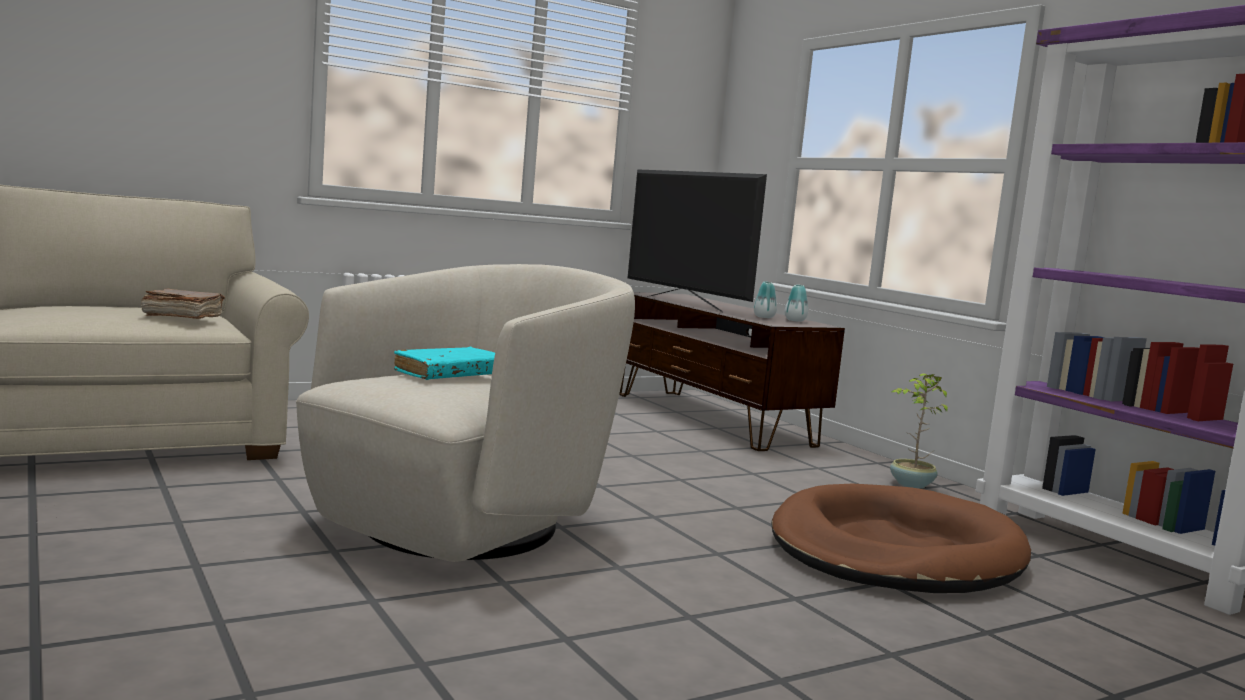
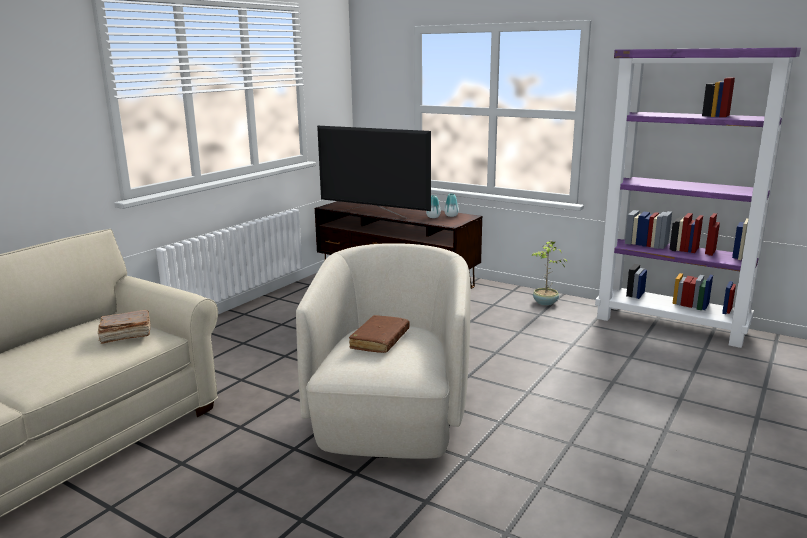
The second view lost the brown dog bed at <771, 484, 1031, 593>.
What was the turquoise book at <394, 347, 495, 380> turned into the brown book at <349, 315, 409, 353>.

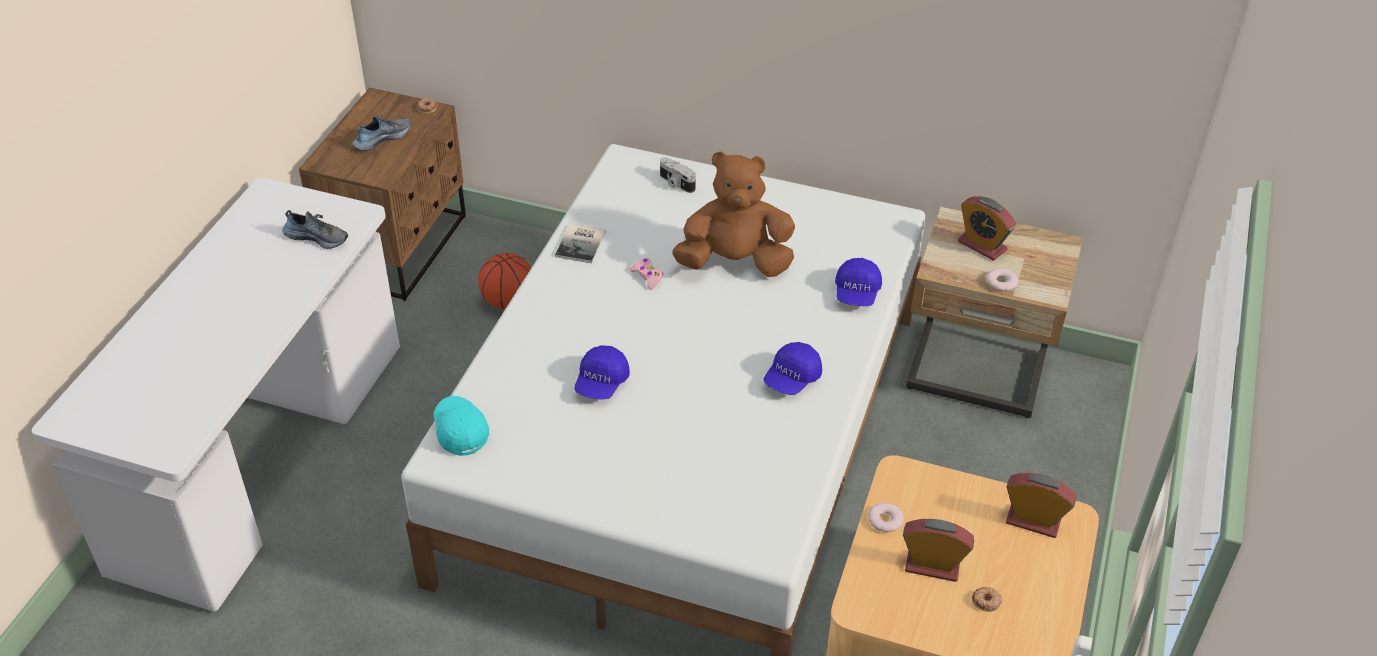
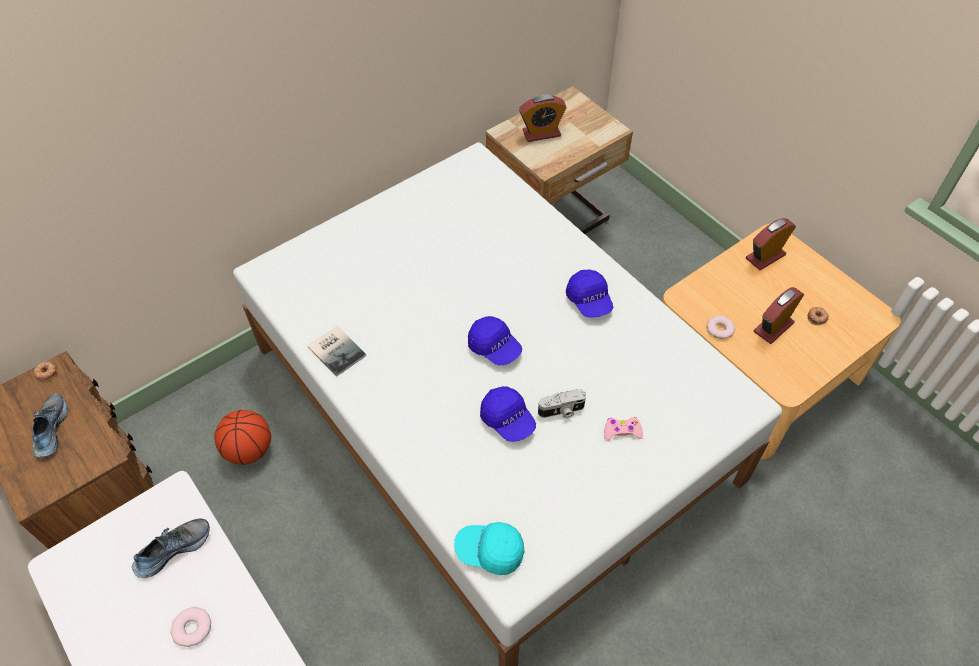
The second view lost the brown plush toy at <672, 151, 795, 277>.
The pink game controller ended up elsewhere, having gone from <630, 258, 664, 290> to <604, 417, 643, 441>.
The photo camera ended up elsewhere, having gone from <660, 157, 696, 193> to <538, 389, 586, 418>.
The blue cap ended up elsewhere, having gone from <835, 258, 882, 306> to <468, 316, 522, 366>.
The donut ended up elsewhere, having gone from <986, 268, 1018, 292> to <171, 607, 211, 647>.

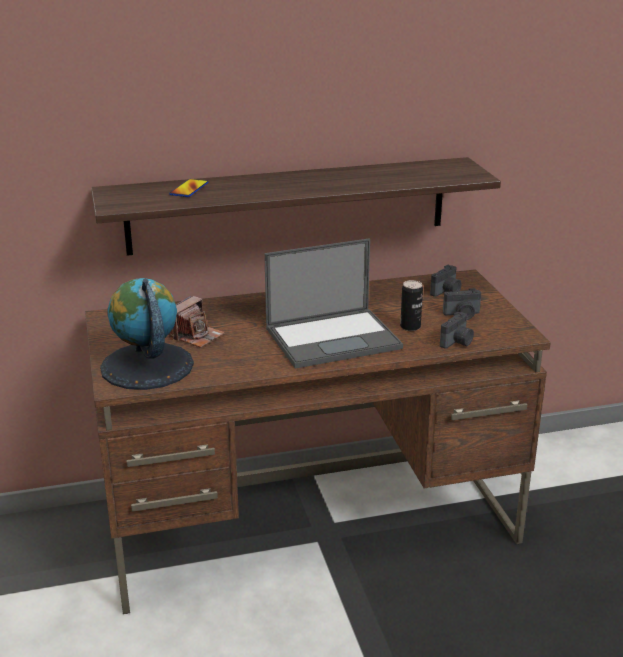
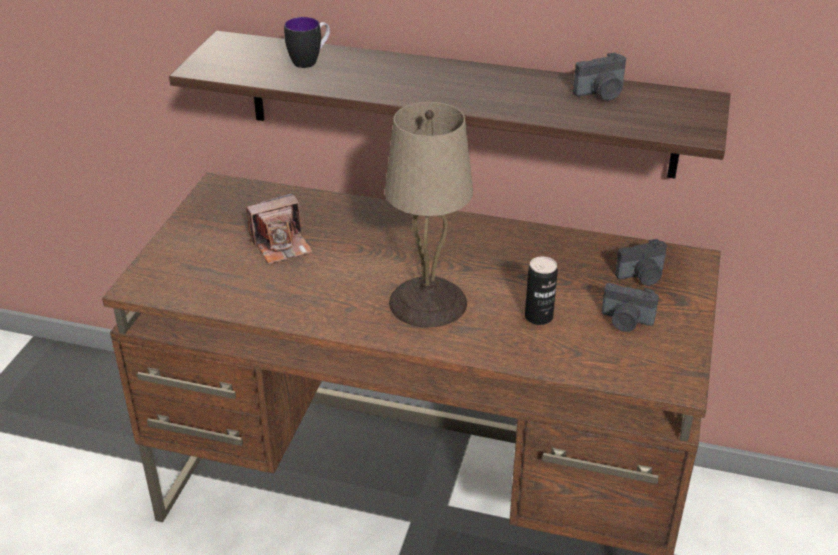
The second view lost the globe at <100, 278, 194, 390>.
The photo camera ended up elsewhere, having gone from <440, 312, 474, 349> to <573, 53, 626, 101>.
Where the phone stood at <169, 179, 208, 197>, the mug came to stand at <284, 17, 330, 68>.
Where the laptop stood at <264, 238, 403, 369>, the beige table lamp came to stand at <385, 102, 473, 328>.

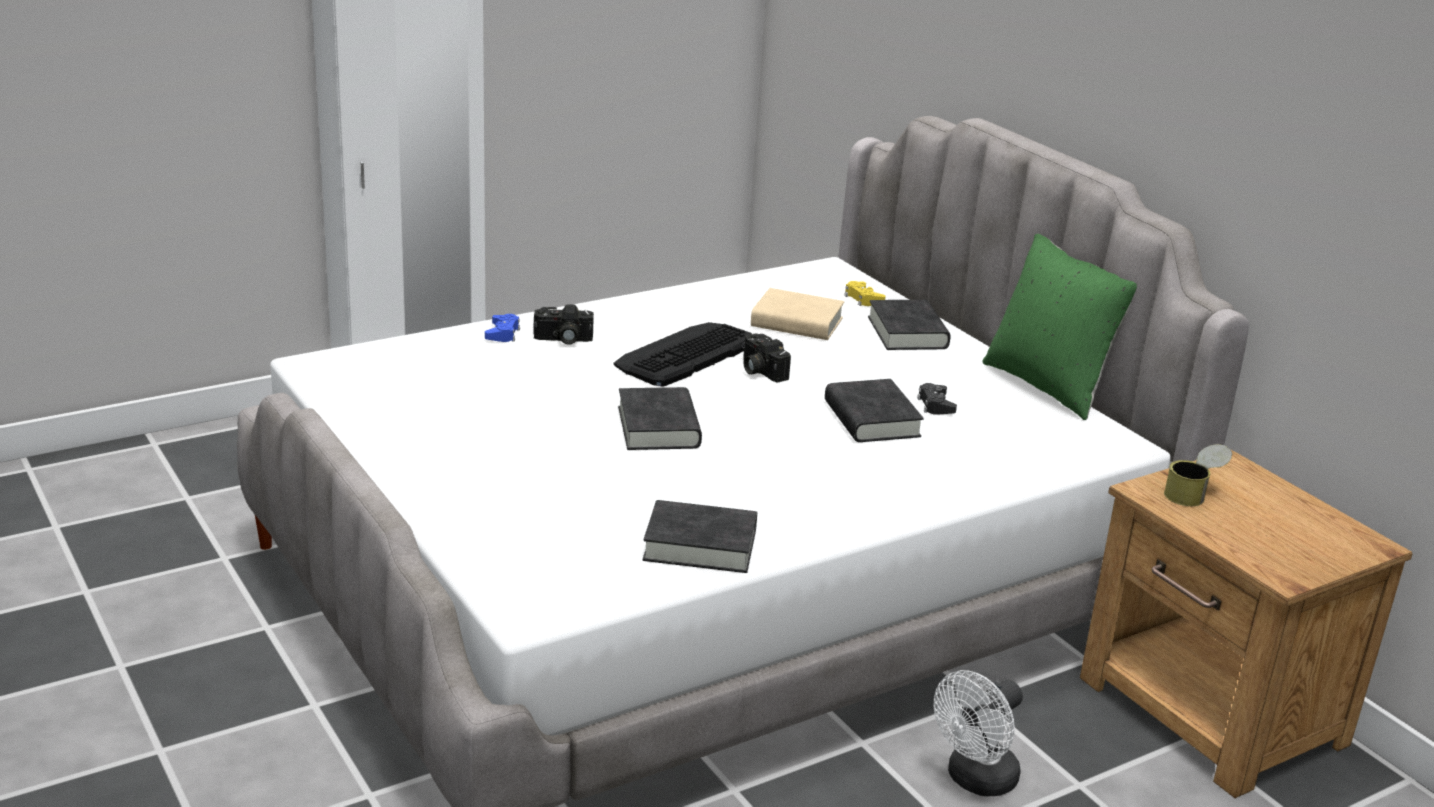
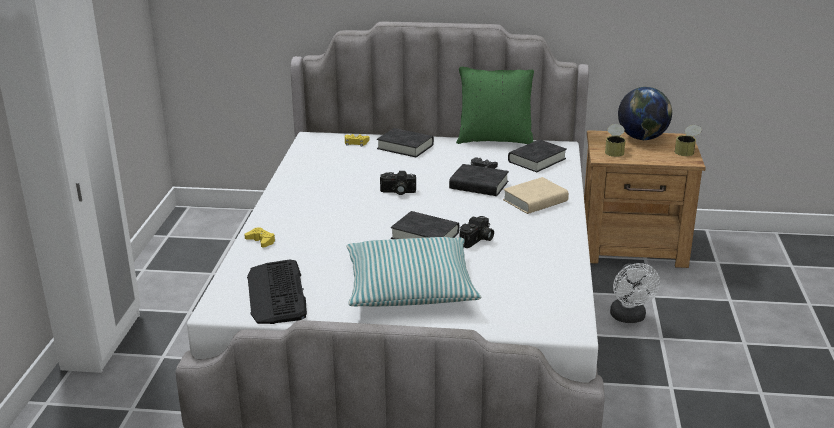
The second view gained the pillow at <346, 237, 481, 306>.
The second view gained the globe at <618, 87, 672, 140>.
The second view gained the can at <675, 125, 702, 156>.
The photo camera ended up elsewhere, having gone from <534, 304, 594, 345> to <460, 216, 494, 248>.
The keyboard ended up elsewhere, having gone from <614, 322, 752, 387> to <247, 259, 307, 324>.
The black book ended up elsewhere, having gone from <643, 500, 757, 573> to <508, 139, 567, 172>.
The beige book ended up elsewhere, having gone from <751, 288, 844, 340> to <503, 177, 569, 214>.
What was the blue game controller at <485, 314, 520, 342> turned into the yellow game controller at <244, 227, 275, 247>.

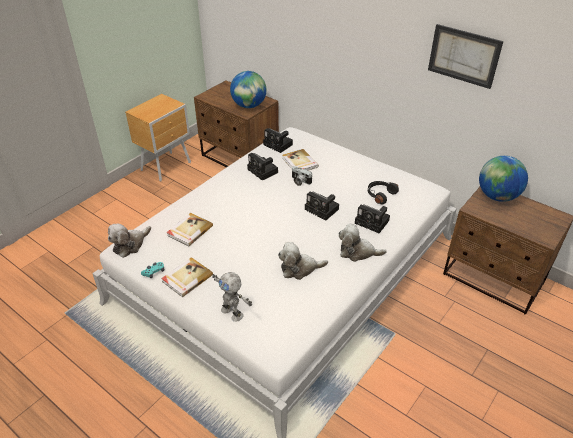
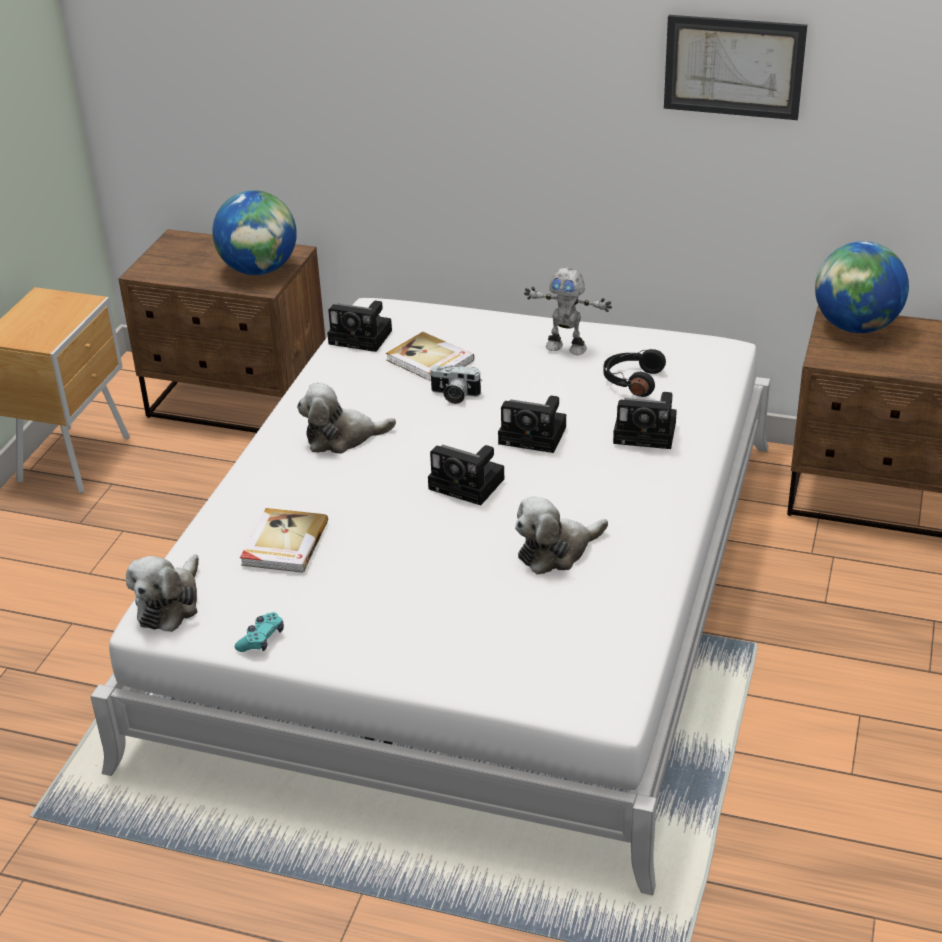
The second view lost the book at <161, 257, 213, 297>.
The toy robot ended up elsewhere, having gone from <212, 272, 252, 322> to <524, 267, 612, 355>.
The photo camera ended up elsewhere, having gone from <247, 153, 278, 181> to <428, 445, 504, 505>.
The plush toy ended up elsewhere, having gone from <339, 224, 387, 262> to <297, 382, 396, 454>.

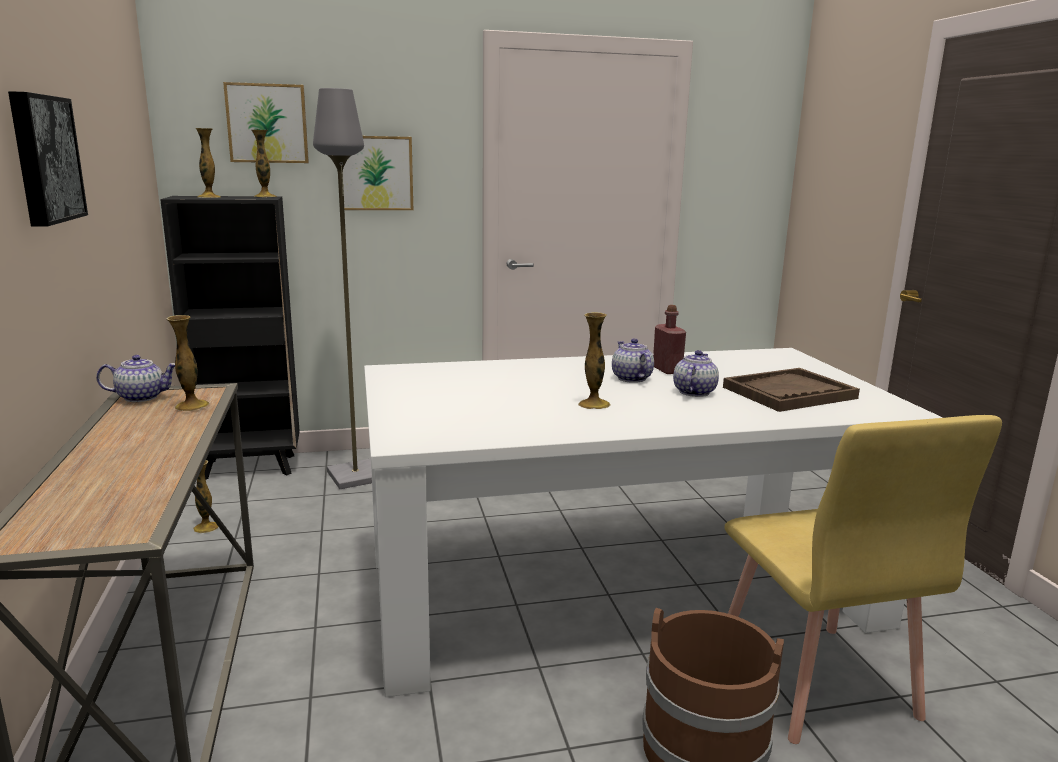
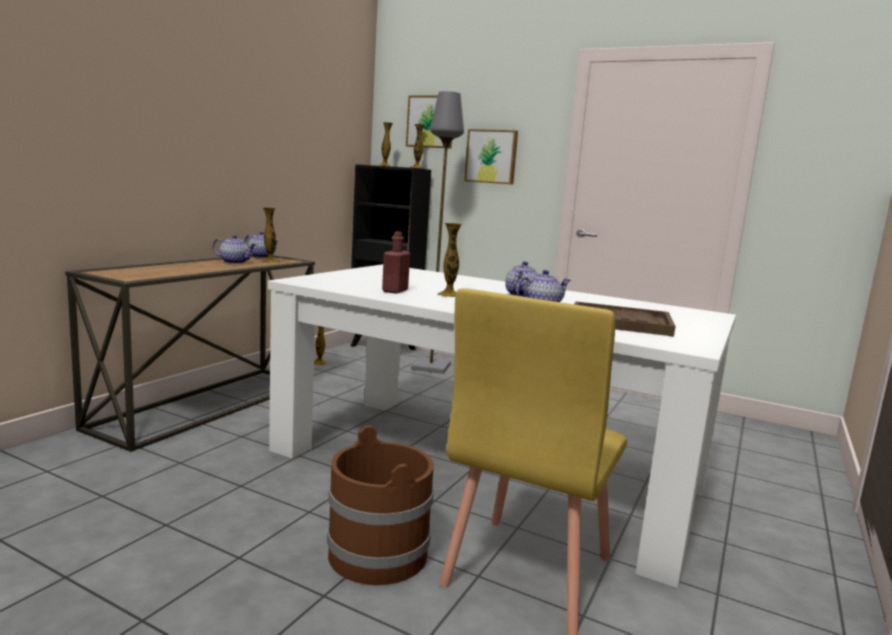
The second view lost the picture at <8, 91, 88, 226>.
The second view gained the teapot at <212, 235, 257, 264>.
The red bottle ended up elsewhere, having gone from <653, 305, 686, 374> to <382, 231, 410, 294>.

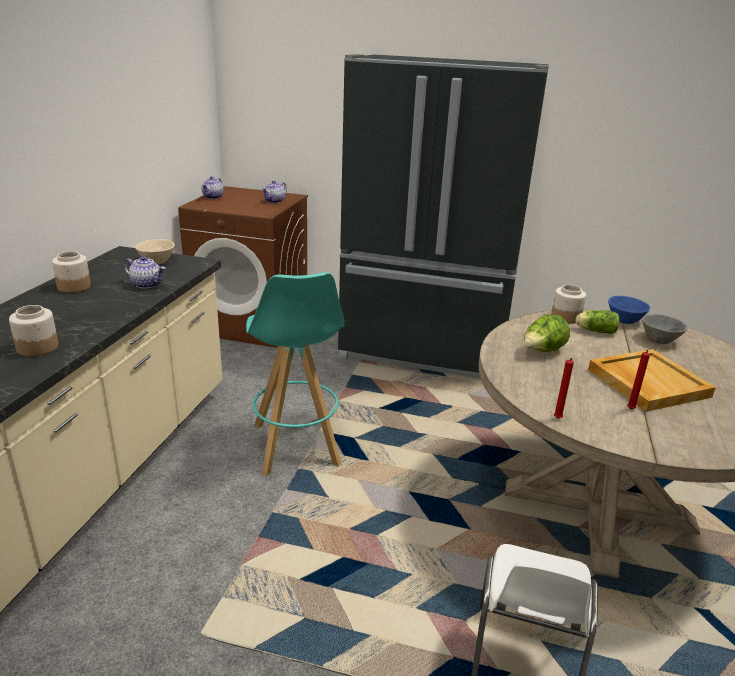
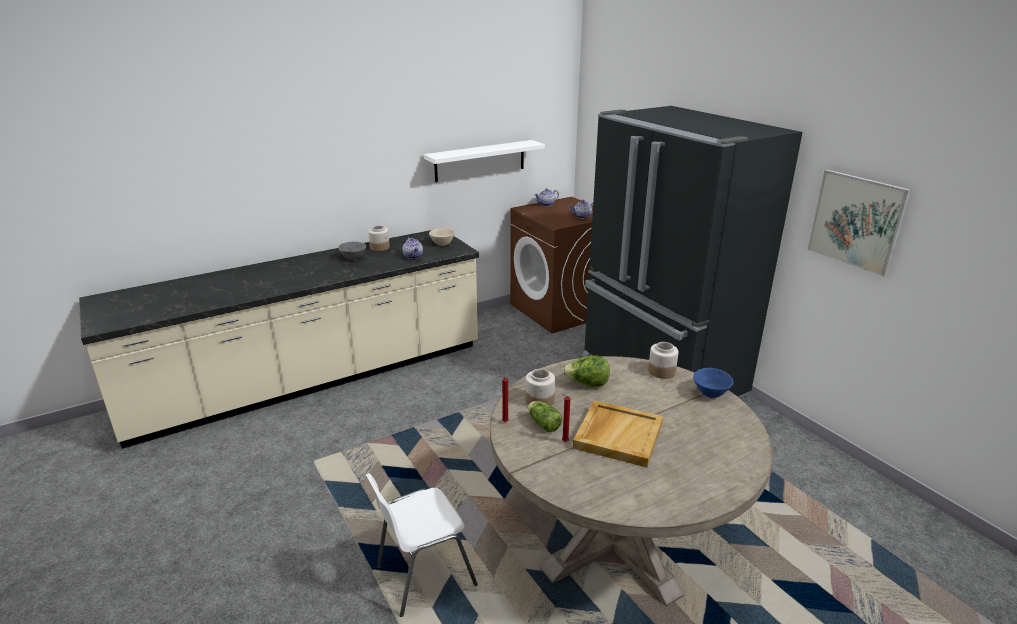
The second view lost the turquoise stool at <246, 272, 345, 477>.
The second view gained the white shelf at <424, 140, 545, 182>.
The second view gained the picture at <807, 169, 911, 277>.
The jar ended up elsewhere, having gone from <9, 305, 59, 357> to <525, 369, 555, 406>.
The lettuce ended up elsewhere, having gone from <576, 310, 620, 334> to <528, 401, 562, 432>.
The grey bowl ended up elsewhere, having gone from <642, 314, 688, 344> to <338, 242, 366, 260>.

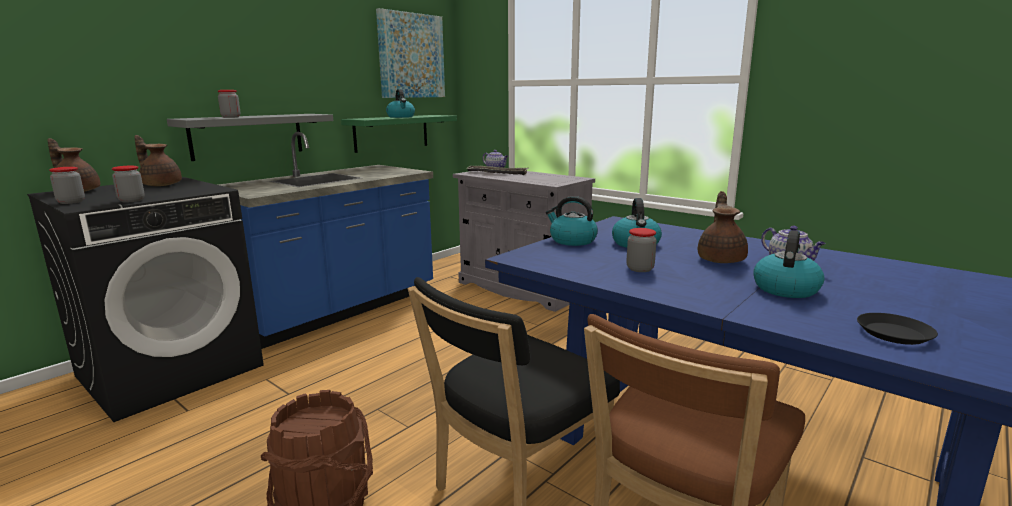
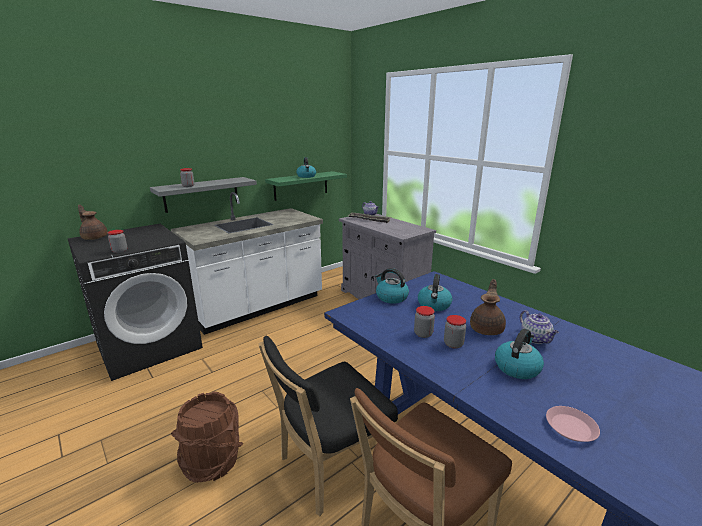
The second view lost the brown teapot at <134, 135, 182, 186>.
The second view lost the picture at <376, 8, 445, 98>.
The jar ended up elsewhere, having gone from <49, 167, 85, 204> to <444, 315, 466, 349>.
What was the blue counter at <218, 132, 433, 349> turned into the white counter at <171, 192, 323, 335>.
What was the black plate at <857, 313, 938, 345> turned into the pink plate at <546, 406, 600, 442>.

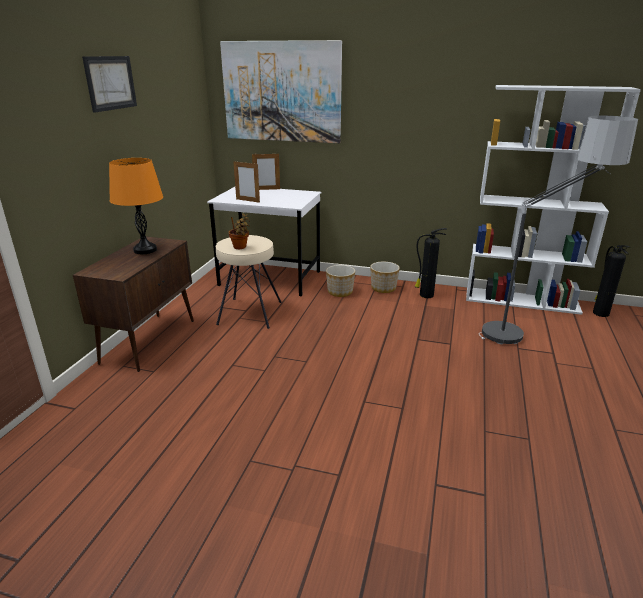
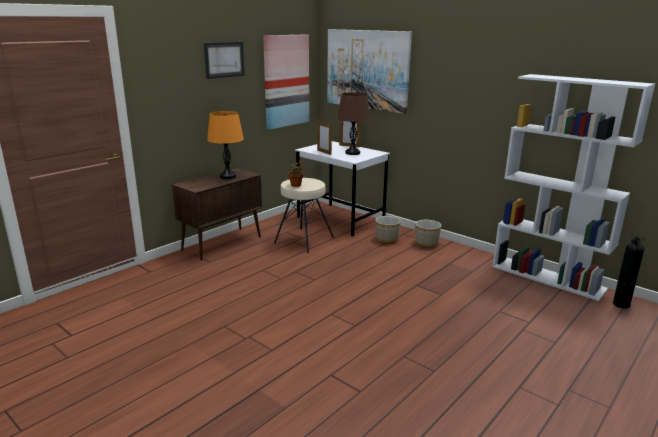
The second view lost the fire extinguisher at <415, 228, 447, 298>.
The second view lost the floor lamp at <479, 116, 638, 344>.
The second view gained the picture at <263, 34, 309, 130>.
The second view gained the brown table lamp at <337, 92, 370, 155>.

